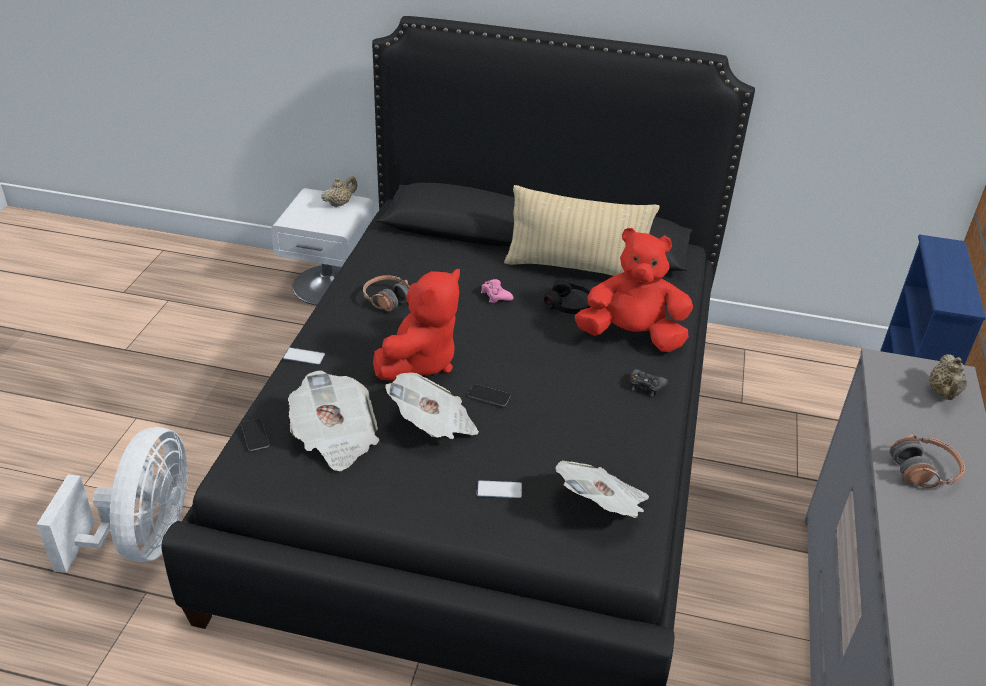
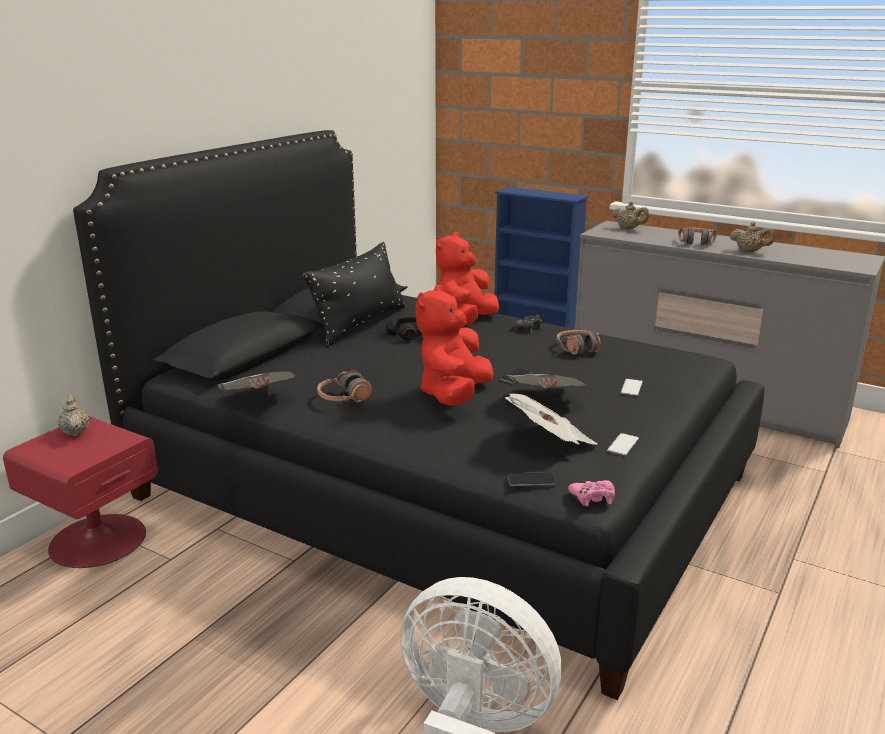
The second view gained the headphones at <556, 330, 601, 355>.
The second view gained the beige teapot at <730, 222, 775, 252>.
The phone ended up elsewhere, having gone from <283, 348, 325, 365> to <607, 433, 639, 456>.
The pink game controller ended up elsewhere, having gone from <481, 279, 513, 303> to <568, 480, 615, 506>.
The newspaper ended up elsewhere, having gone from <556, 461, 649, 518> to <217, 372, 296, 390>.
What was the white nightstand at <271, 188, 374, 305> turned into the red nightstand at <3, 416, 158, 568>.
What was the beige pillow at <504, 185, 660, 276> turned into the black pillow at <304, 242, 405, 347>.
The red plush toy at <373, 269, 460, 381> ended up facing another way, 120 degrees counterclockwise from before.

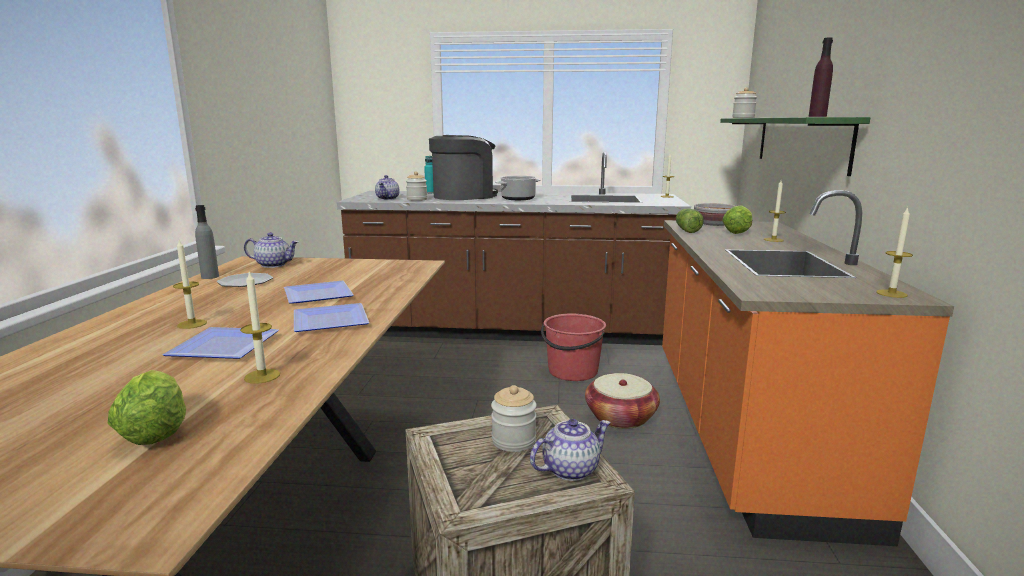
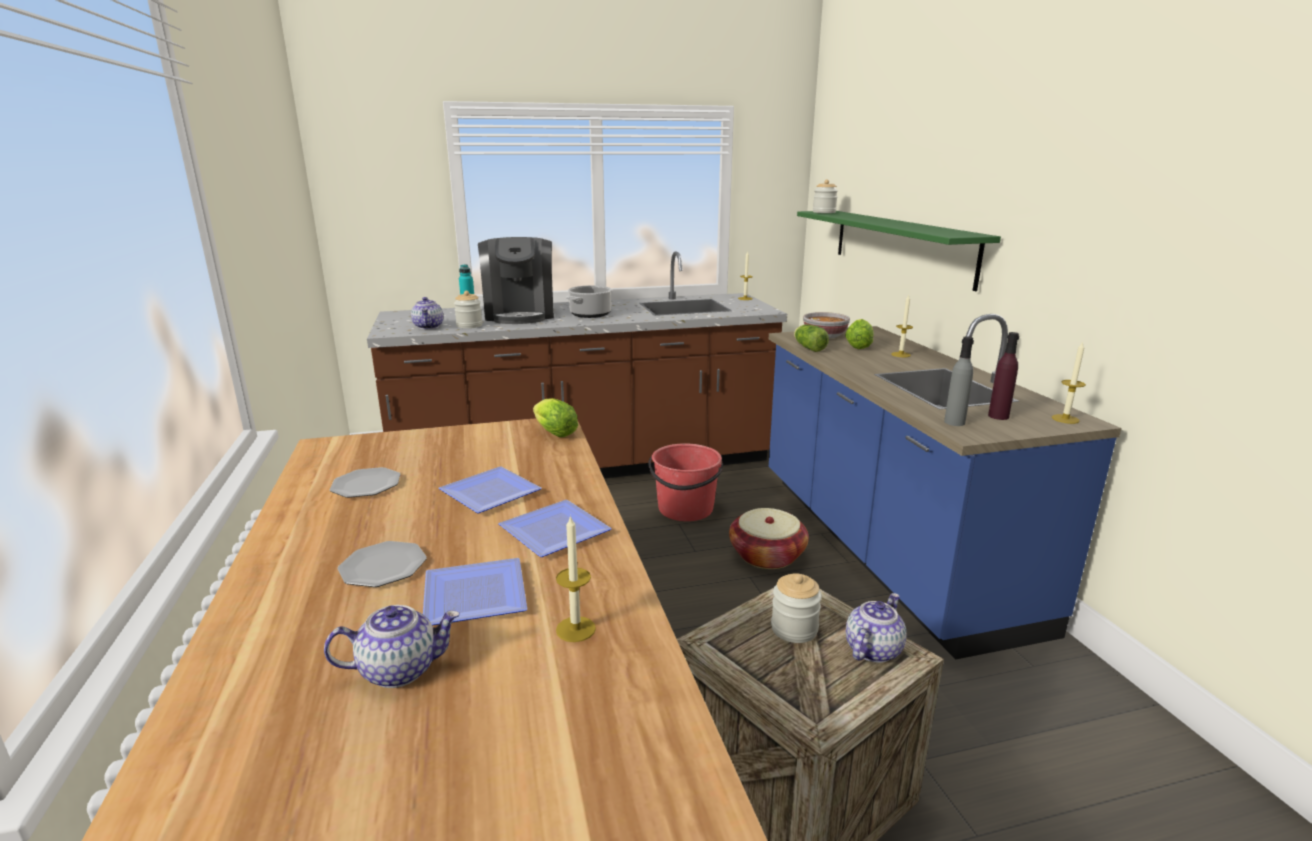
The lettuce ended up elsewhere, having gone from <108, 370, 186, 445> to <533, 398, 578, 437>.
The grey bottle ended up elsewhere, having gone from <195, 205, 219, 279> to <944, 336, 974, 426>.
The teapot ended up elsewhere, having gone from <244, 232, 299, 268> to <324, 605, 460, 688>.
The purple bottle ended up elsewhere, having gone from <809, 37, 833, 117> to <988, 332, 1019, 420>.
Where the candle stood at <173, 240, 207, 329>, the plate came to stand at <337, 541, 427, 587>.
What was the orange counter at <662, 190, 954, 546> turned into the blue counter at <769, 314, 1122, 659>.
The coffee machine at <429, 135, 498, 200> ended up facing another way, 135 degrees clockwise from before.

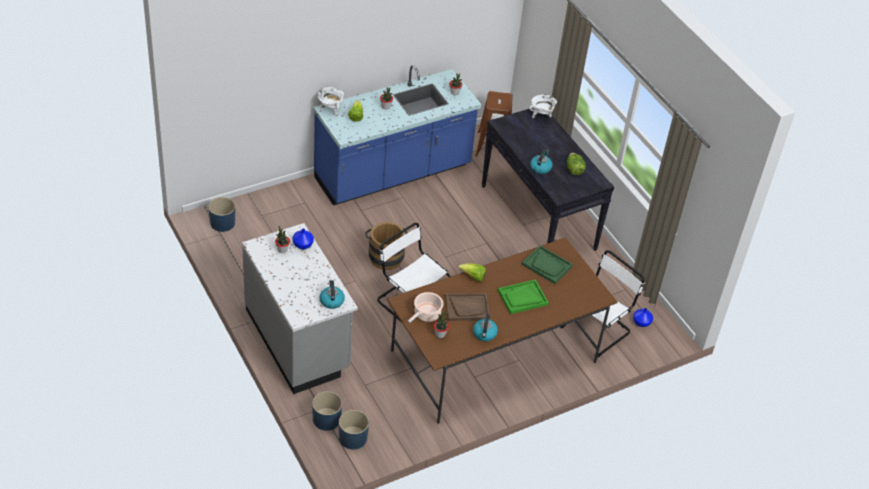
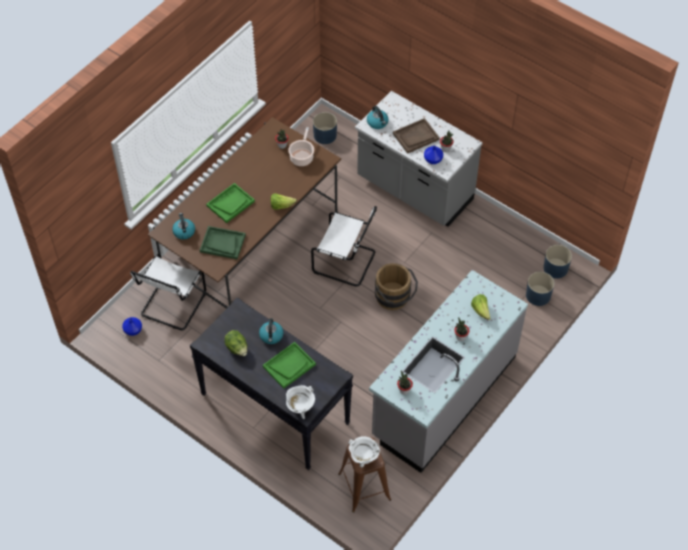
The second view gained the green tray at <263, 342, 316, 389>.
The blue planter ended up elsewhere, having gone from <312, 391, 342, 431> to <526, 272, 554, 306>.
The white cooking pot ended up elsewhere, having gone from <317, 87, 344, 116> to <349, 436, 380, 468>.
The brown tray ended up elsewhere, having gone from <445, 293, 490, 321> to <393, 118, 440, 154>.
The kettle ended up elsewhere, having gone from <473, 314, 498, 341> to <172, 213, 195, 240>.
What was the blue counter at <314, 65, 481, 206> turned into the grey counter at <369, 270, 528, 473>.

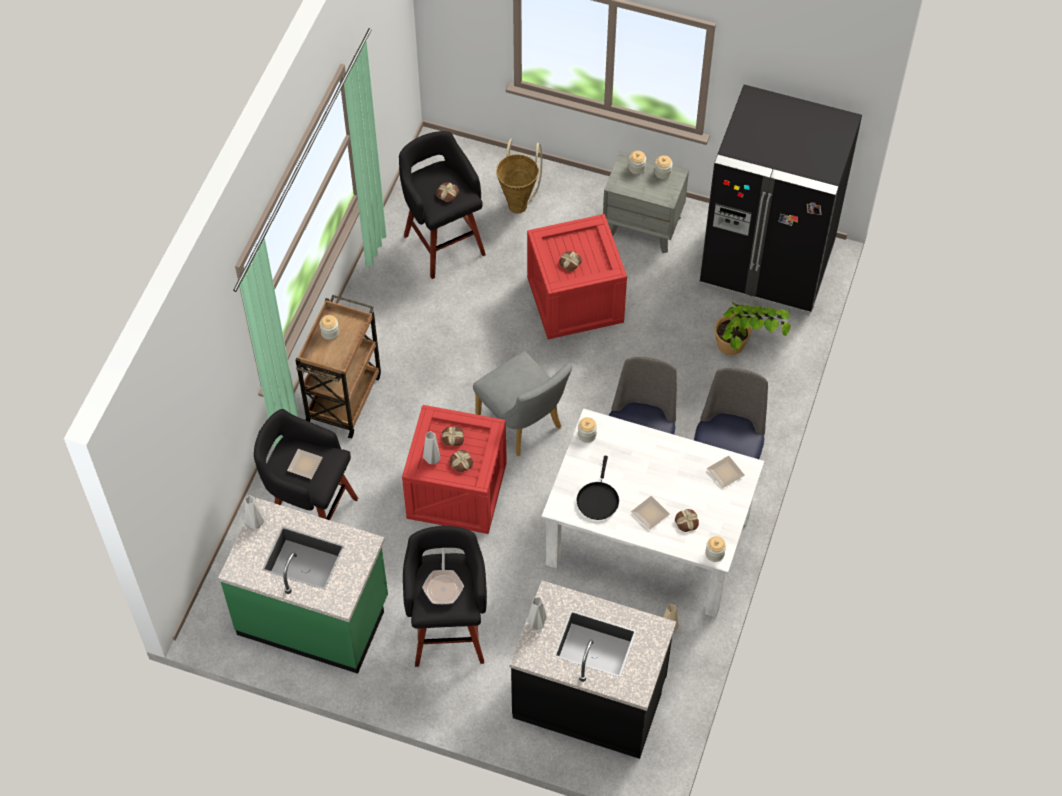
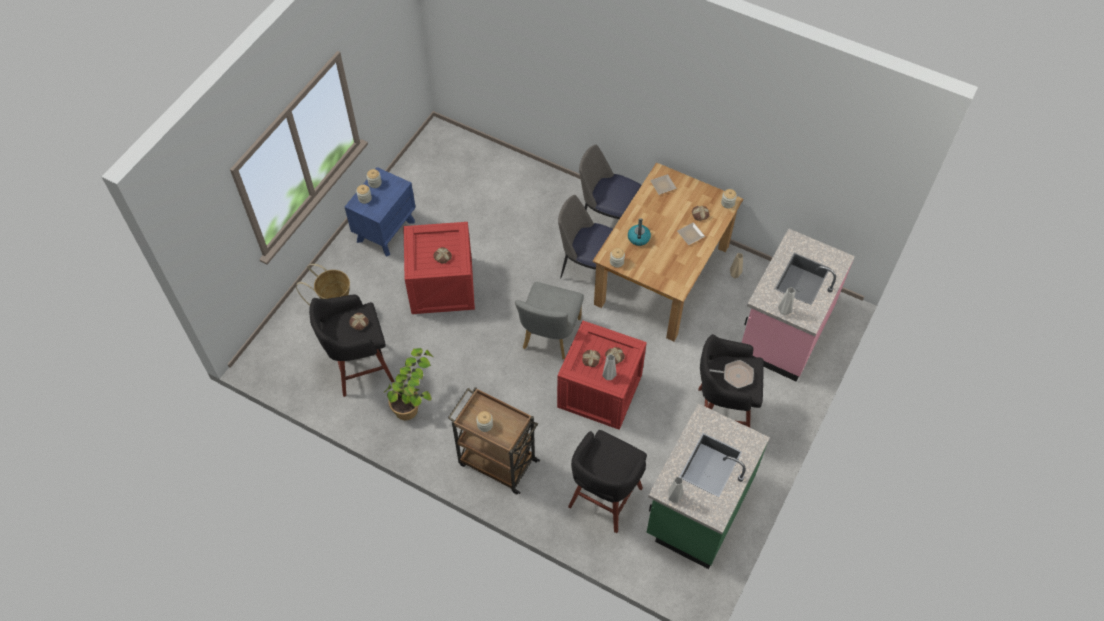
The second view lost the plate at <287, 449, 323, 479>.
The second view lost the black frying pan at <576, 456, 619, 520>.
The second view lost the black fridge at <700, 84, 862, 316>.
The second view gained the kettle at <628, 218, 651, 246>.
The potted plant ended up elsewhere, having gone from <714, 302, 791, 355> to <384, 348, 434, 420>.
What was the black counter at <510, 580, 676, 759> turned into the pink counter at <742, 228, 855, 382>.
What was the white dining table at <542, 408, 764, 617> turned into the brown dining table at <593, 162, 743, 342>.
What was the grey nightstand at <603, 151, 689, 253> turned into the blue nightstand at <345, 167, 416, 257>.
The grey chair at <473, 351, 572, 456> ended up facing another way, 135 degrees clockwise from before.

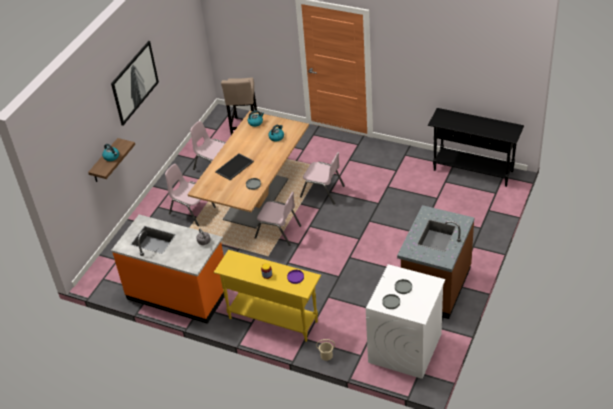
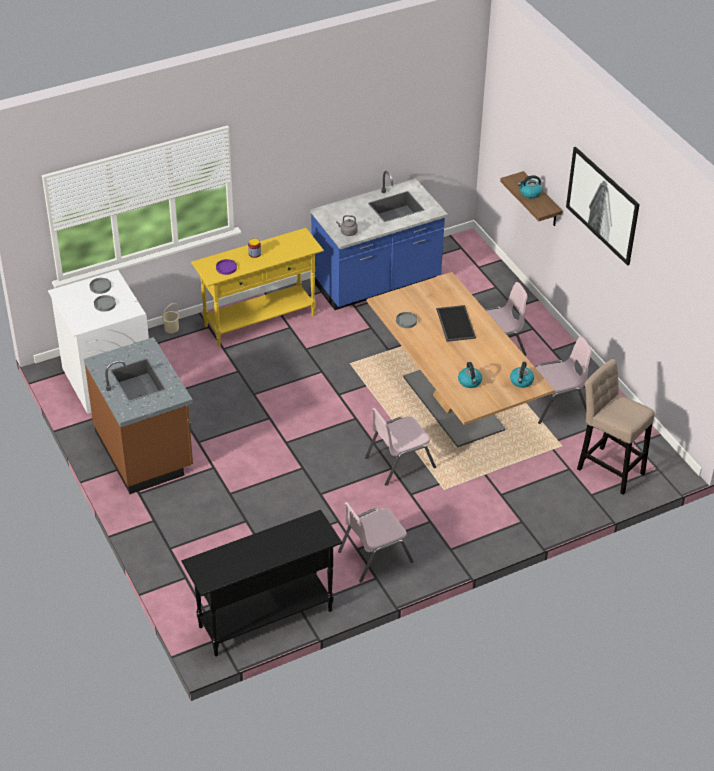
The pink chair ended up elsewhere, having gone from <255, 192, 301, 246> to <338, 502, 414, 583>.
What was the orange counter at <111, 214, 224, 324> turned into the blue counter at <310, 171, 448, 310>.

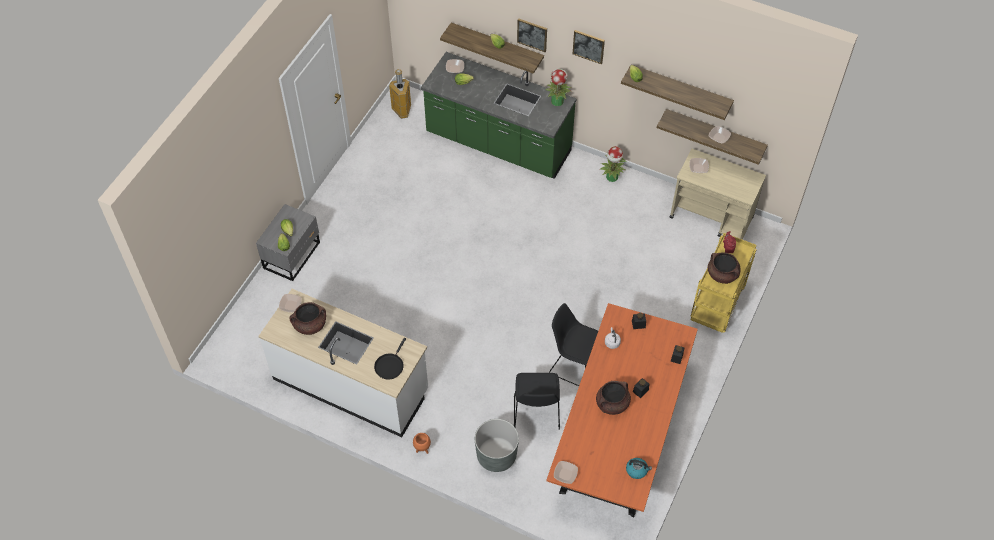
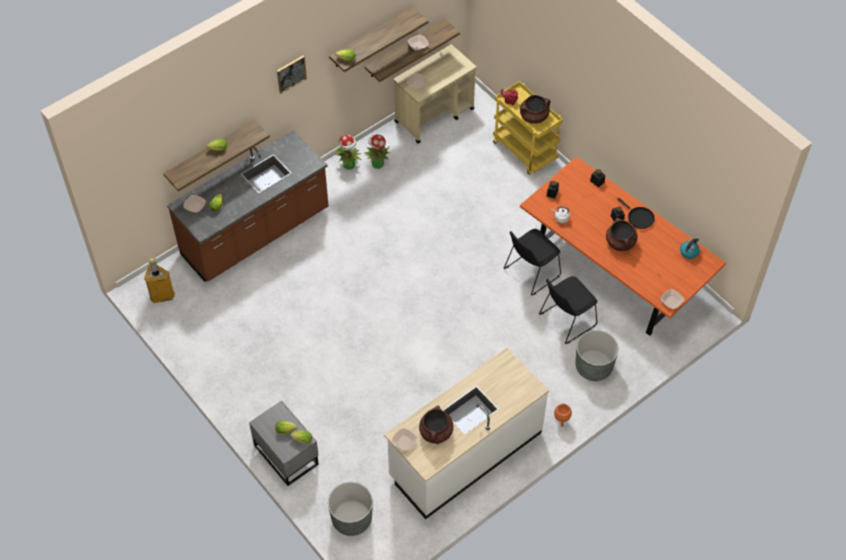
The second view lost the picture at <517, 18, 547, 52>.
The second view gained the grey planter at <328, 482, 373, 536>.
The black frying pan ended up elsewhere, having gone from <374, 338, 406, 379> to <617, 198, 655, 229>.
The potted plant ended up elsewhere, having gone from <545, 69, 571, 106> to <364, 134, 390, 169>.
What was the green counter at <421, 52, 577, 179> turned into the brown counter at <167, 130, 329, 282>.
The black chair at <514, 373, 560, 430> ended up facing another way, 120 degrees clockwise from before.

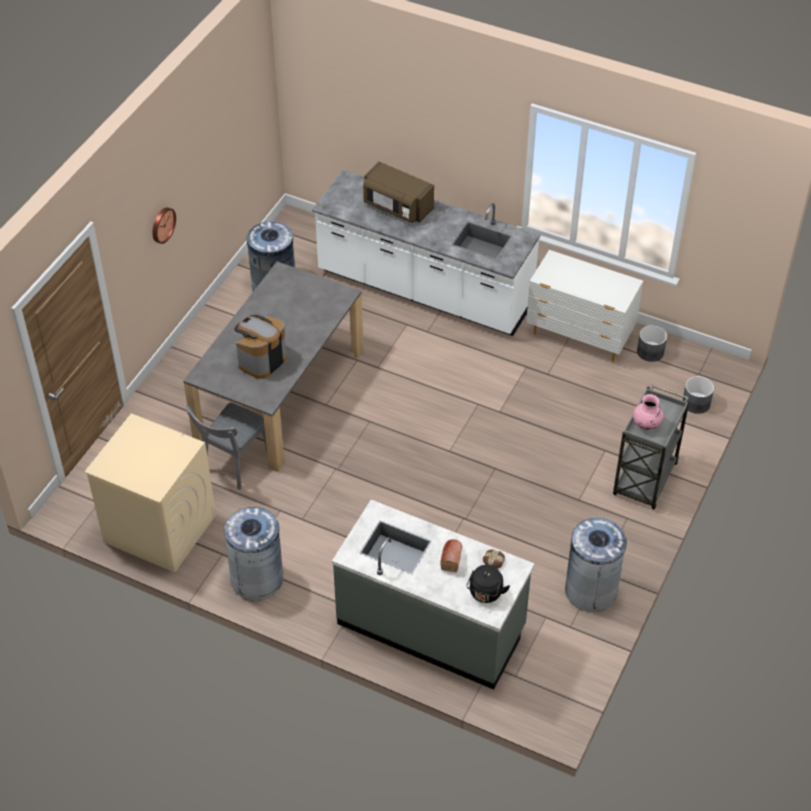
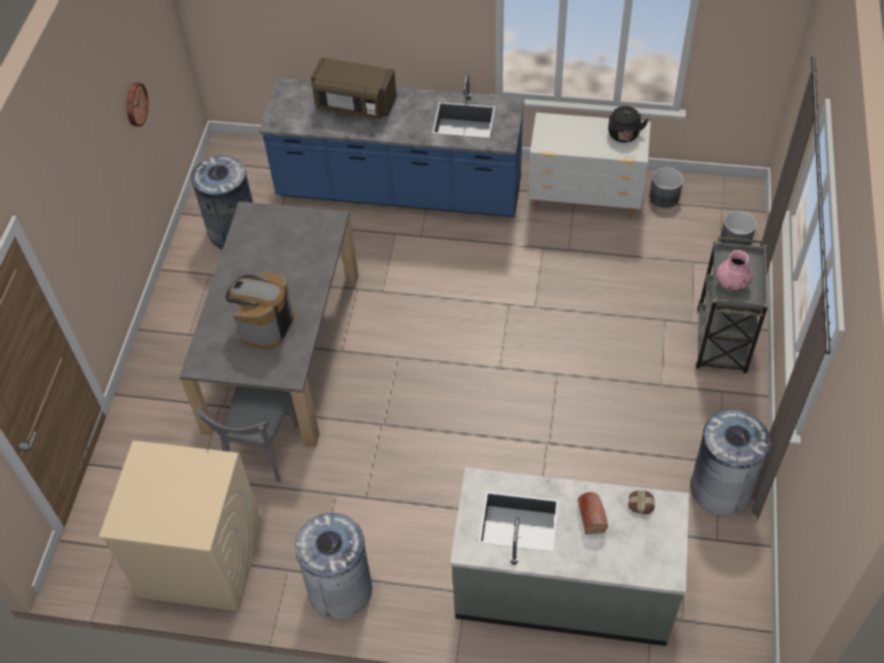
The wall clock ended up elsewhere, having gone from <152, 207, 176, 244> to <127, 83, 148, 127>.
The black kettle ended up elsewhere, having gone from <466, 565, 510, 603> to <608, 106, 649, 143>.
What was the white counter at <312, 170, 541, 336> turned into the blue counter at <259, 74, 525, 217>.

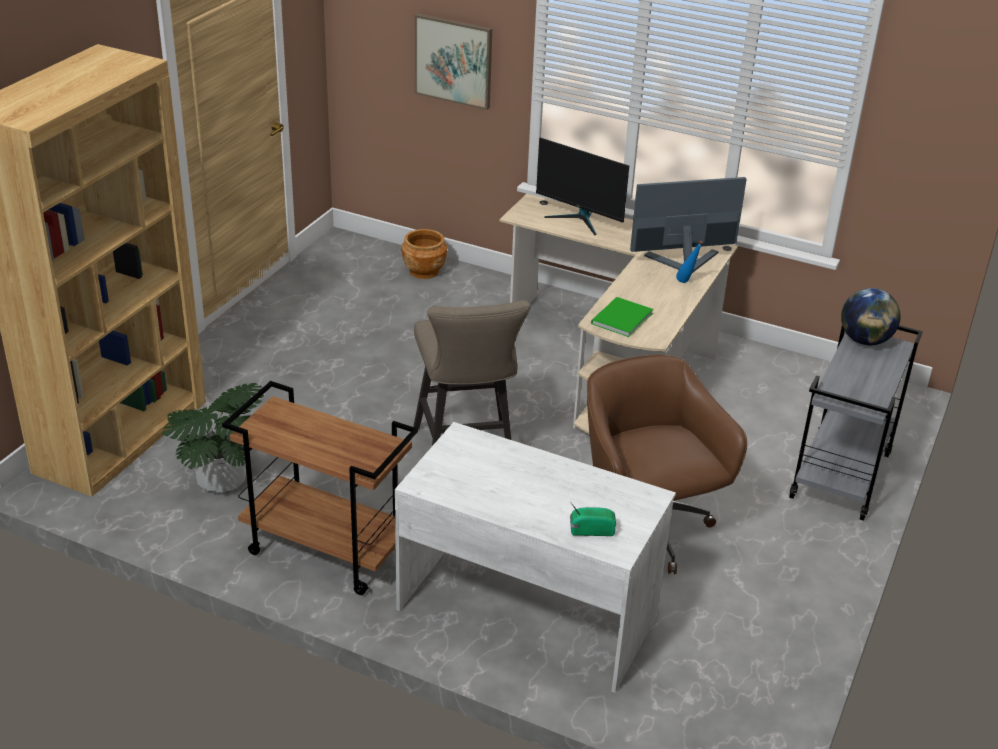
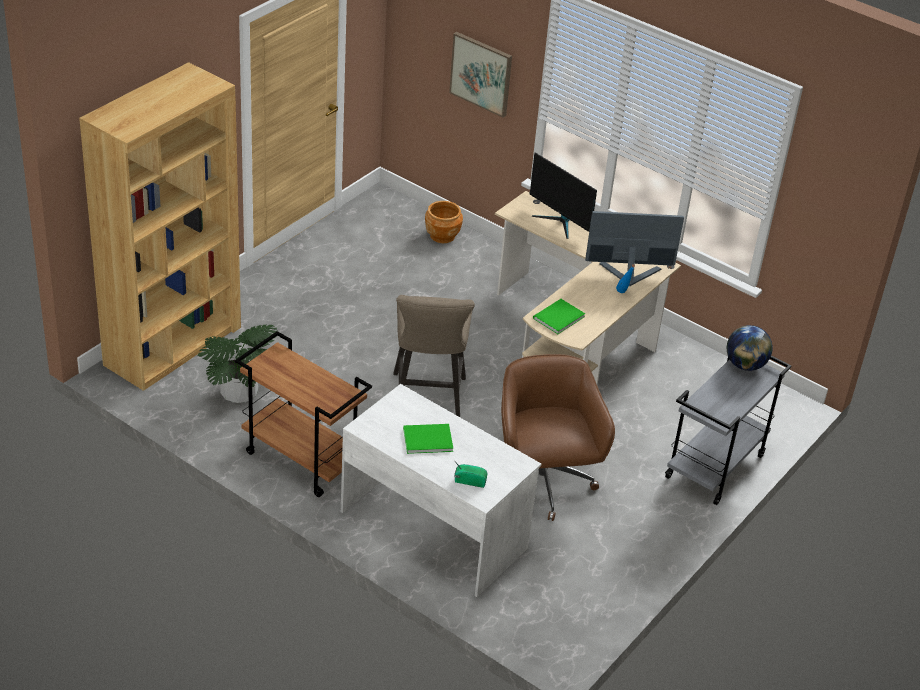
The second view gained the green book at <403, 424, 453, 454>.

